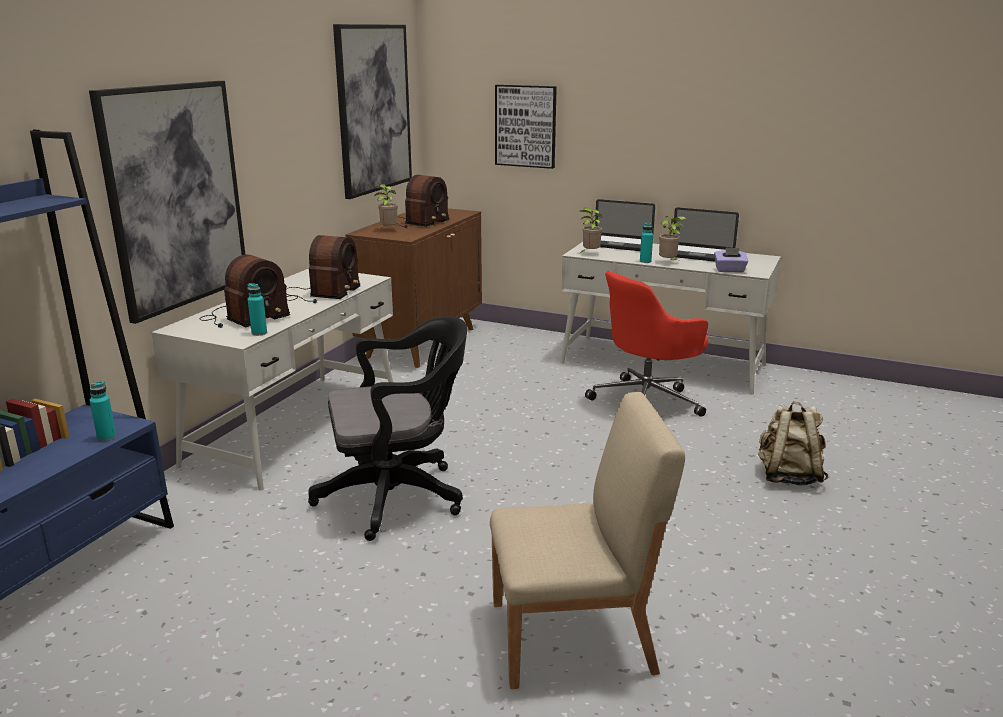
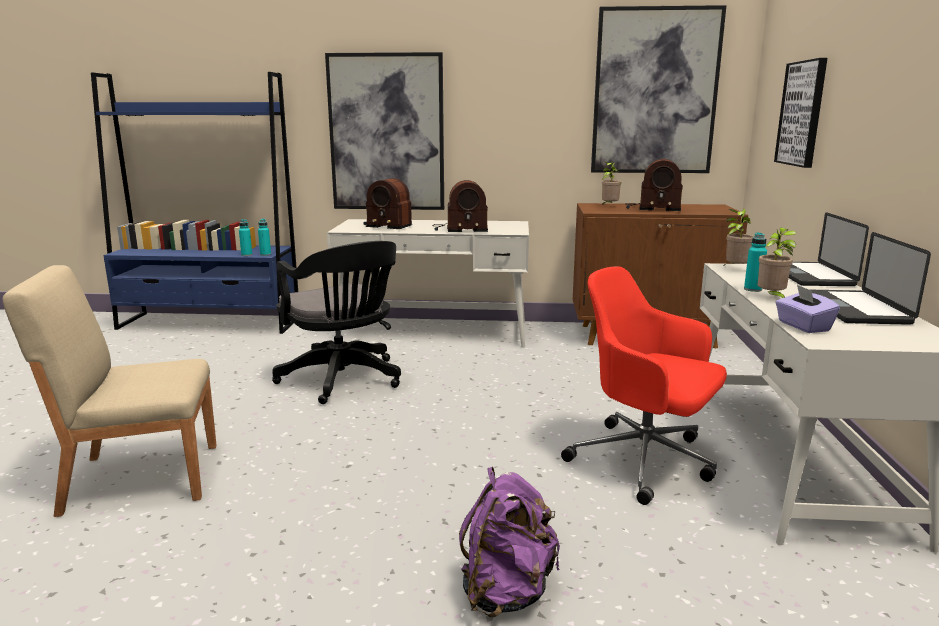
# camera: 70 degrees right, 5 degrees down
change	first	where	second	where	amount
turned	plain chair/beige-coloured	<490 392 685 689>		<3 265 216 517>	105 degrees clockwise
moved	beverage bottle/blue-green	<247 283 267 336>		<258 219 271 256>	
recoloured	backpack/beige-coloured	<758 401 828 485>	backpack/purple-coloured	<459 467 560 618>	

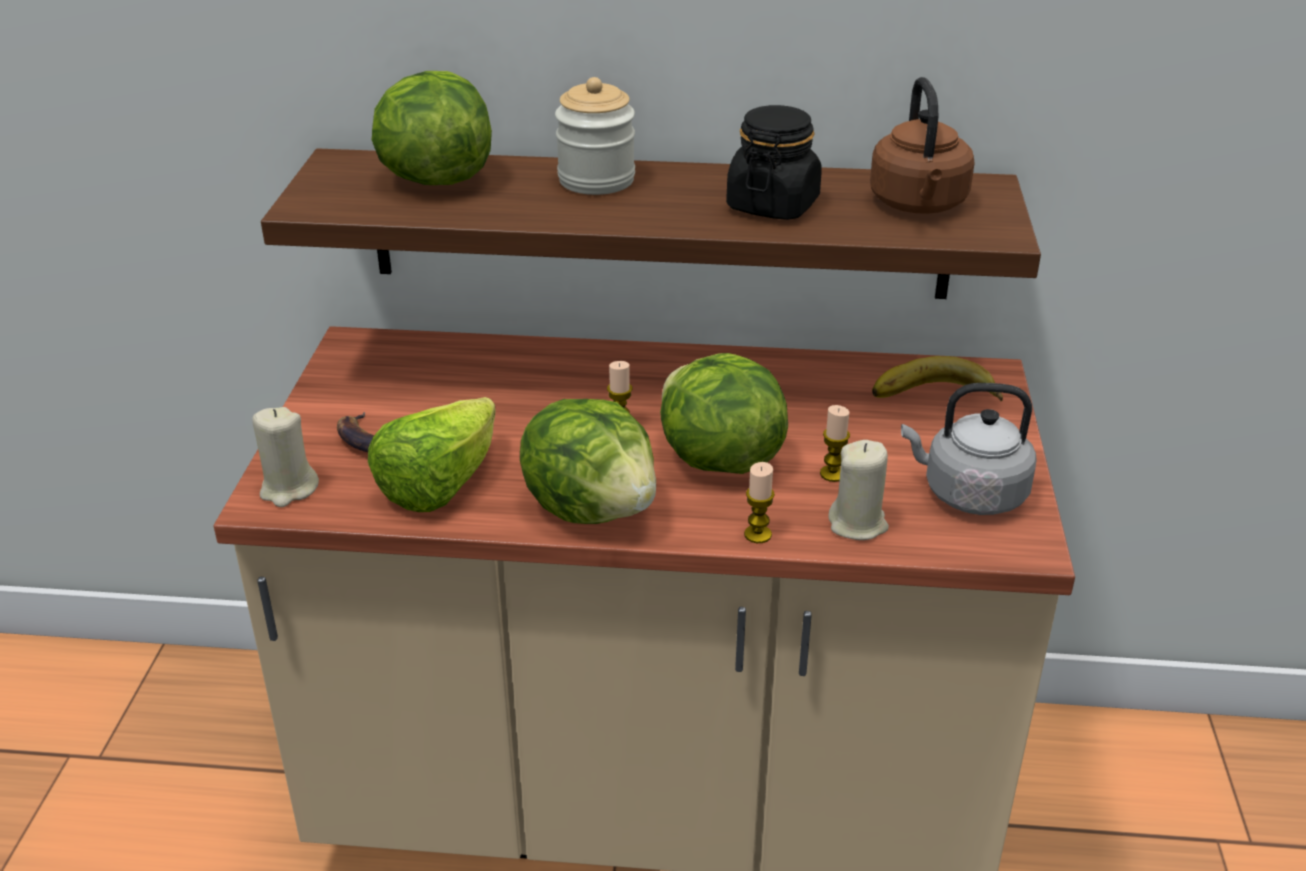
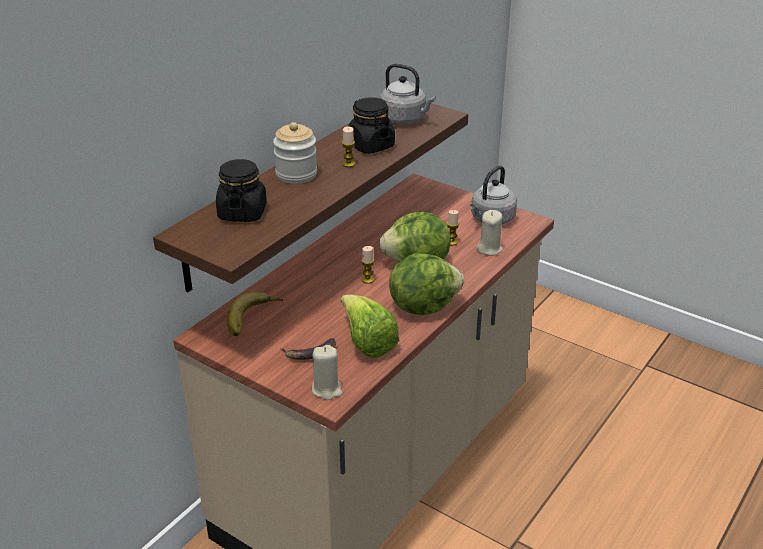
# camera: 60 degrees left, 0 degrees up
change	first	where	second	where	amount
replaced	lettuce	<372 71 492 185>	jar/black-coloured	<216 159 267 222>	
moved	banana fruit	<872 356 1003 402>		<227 291 283 337>	
moved	wax light	<744 462 775 543>		<342 126 355 167>	
recoloured	tea kettle/brown-coloured	<870 77 975 214>	tea kettle/greyish	<380 64 436 124>	

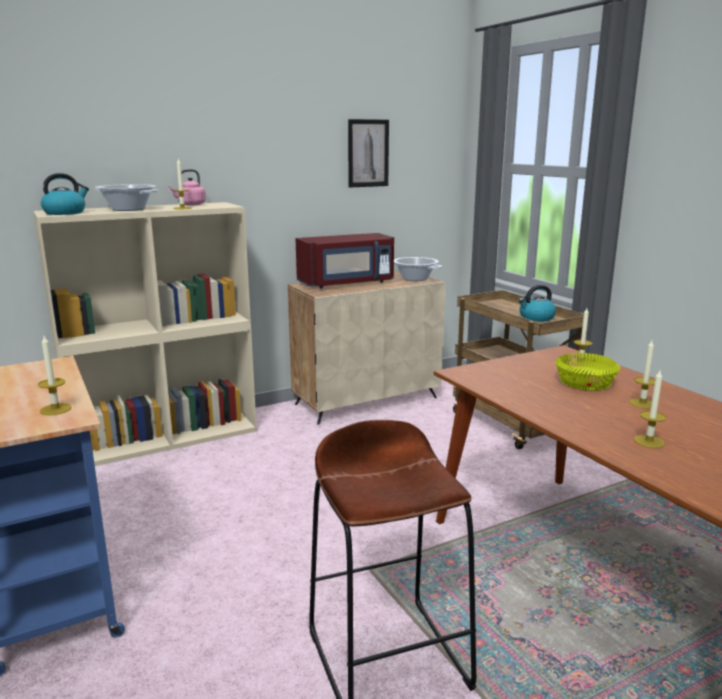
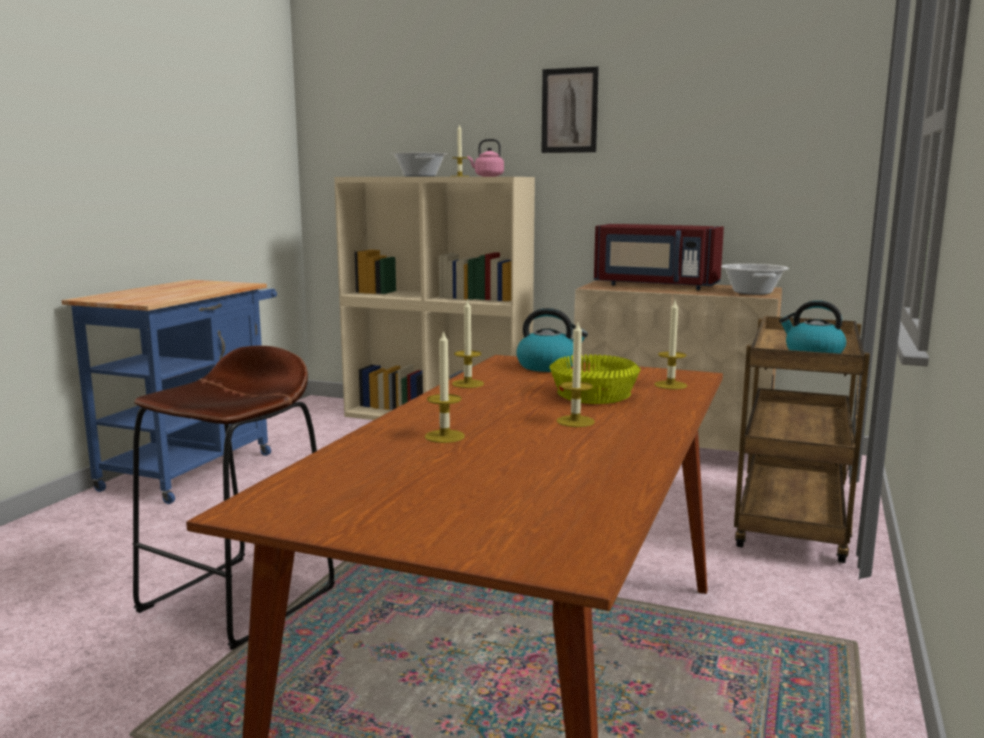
# camera: 50 degrees right, 5 degrees down
change	first	where	second	where	amount
moved	wax light	<38 336 72 415>		<452 298 484 388>	
moved	tea kettle	<41 173 89 215>		<516 308 588 372>	
moved	picture	<348 119 389 188>		<541 67 599 153>	

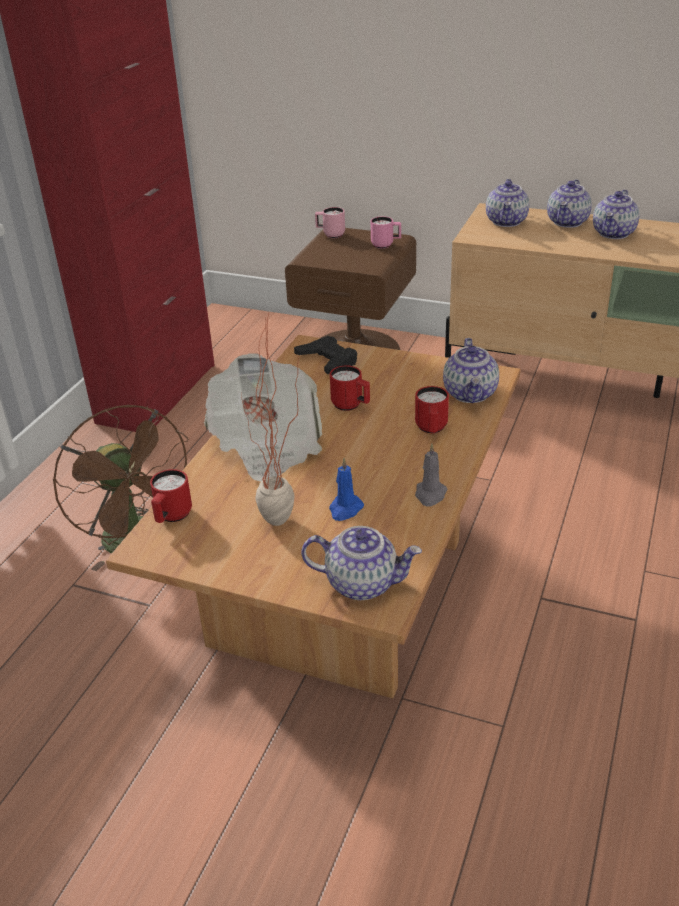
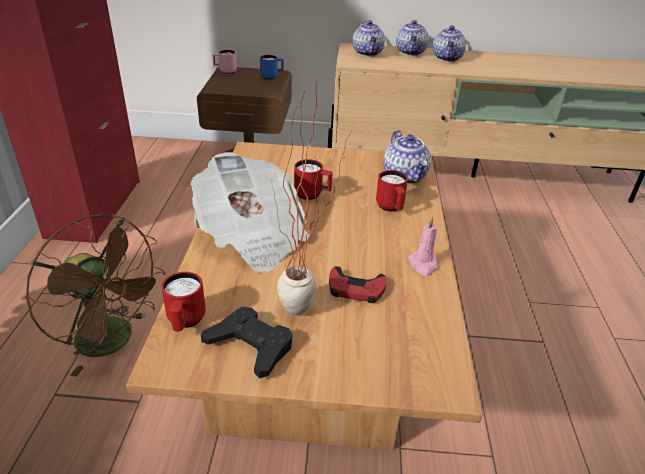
# camera: 20 degrees left, 0 degrees up
change	first	where	second	where	amount
moved	gamepad/black-coloured	<294 336 357 374>		<201 306 293 378>	
recoloured	coffee mug/pink	<371 216 401 249>	coffee mug/bluish	<260 55 284 80>	
replaced	wax light/bluish	<329 458 364 521>	gamepad/reddish	<329 266 387 303>	
recoloured	wax light/greyish	<415 444 448 506>	wax light/pink	<408 217 438 276>	
removed	pot for tea	<301 526 422 600>			

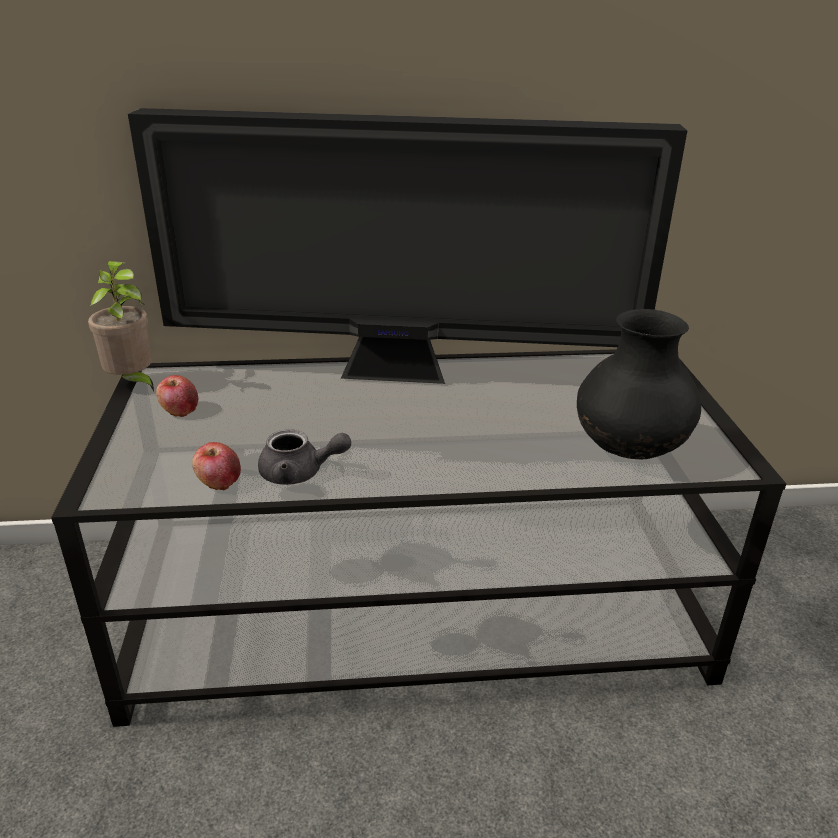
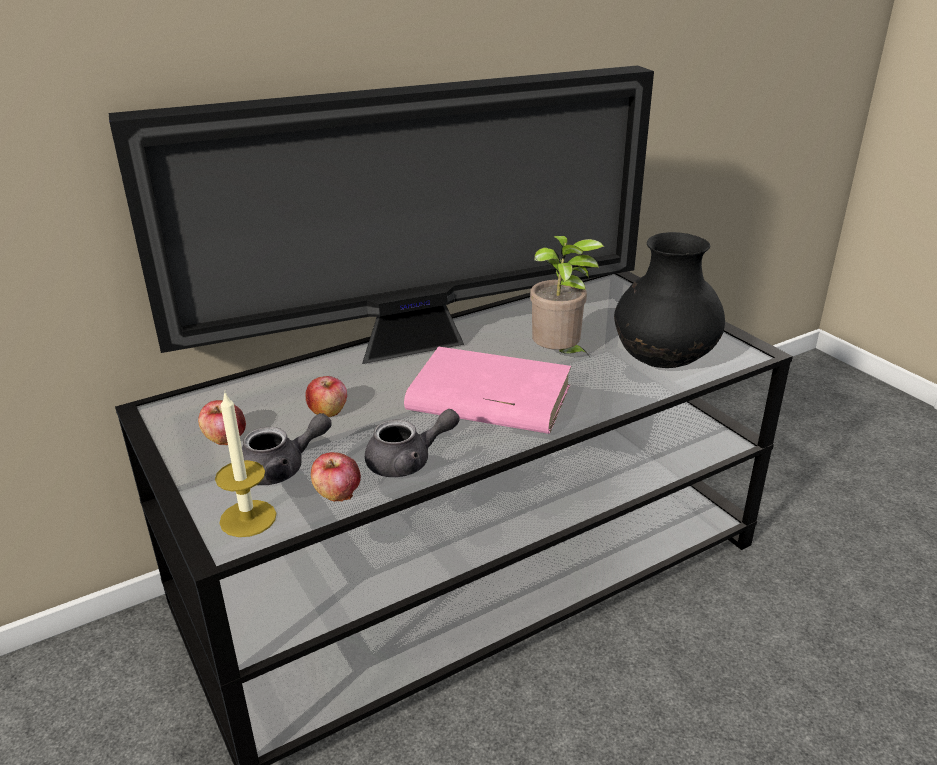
# camera: 25 degrees left, 0 degrees up
change	first	where	second	where	amount
added			wax light	<215 393 276 537>	
added			pot for tea/greyish	<242 413 332 485>	
added			apple	<305 376 347 417>	
added			book/pink	<404 346 572 434>	
moved	houseplant	<88 261 154 391>		<530 236 604 357>	

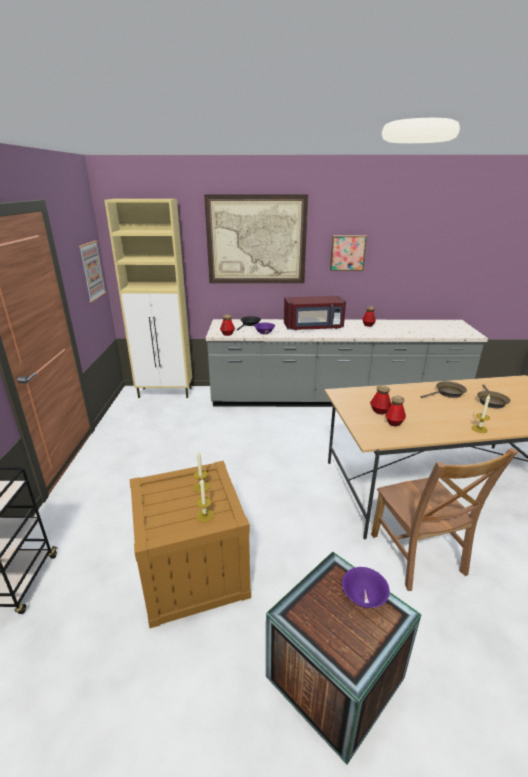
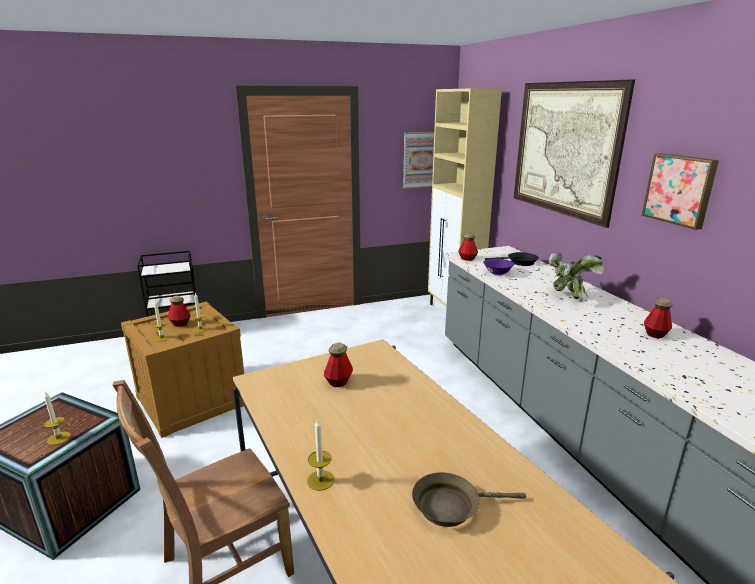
# camera: 70 degrees right, 5 degrees down
change	first	where	second	where	amount
replaced	bowl/purple-coloured	<342 567 390 608>	wax light	<44 392 71 445>	
moved	beverage bottle	<385 395 406 426>		<167 296 191 327>	
replaced	microwave oven/reddish	<284 296 346 330>	houseplant	<548 252 604 301>	
removed	skillet/brown-coloured	<421 381 467 398>			

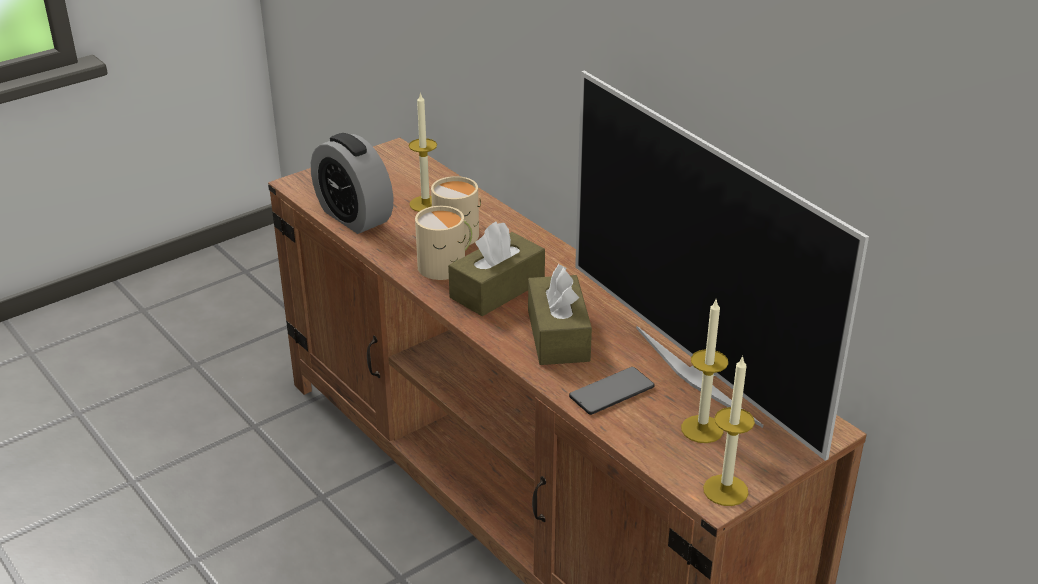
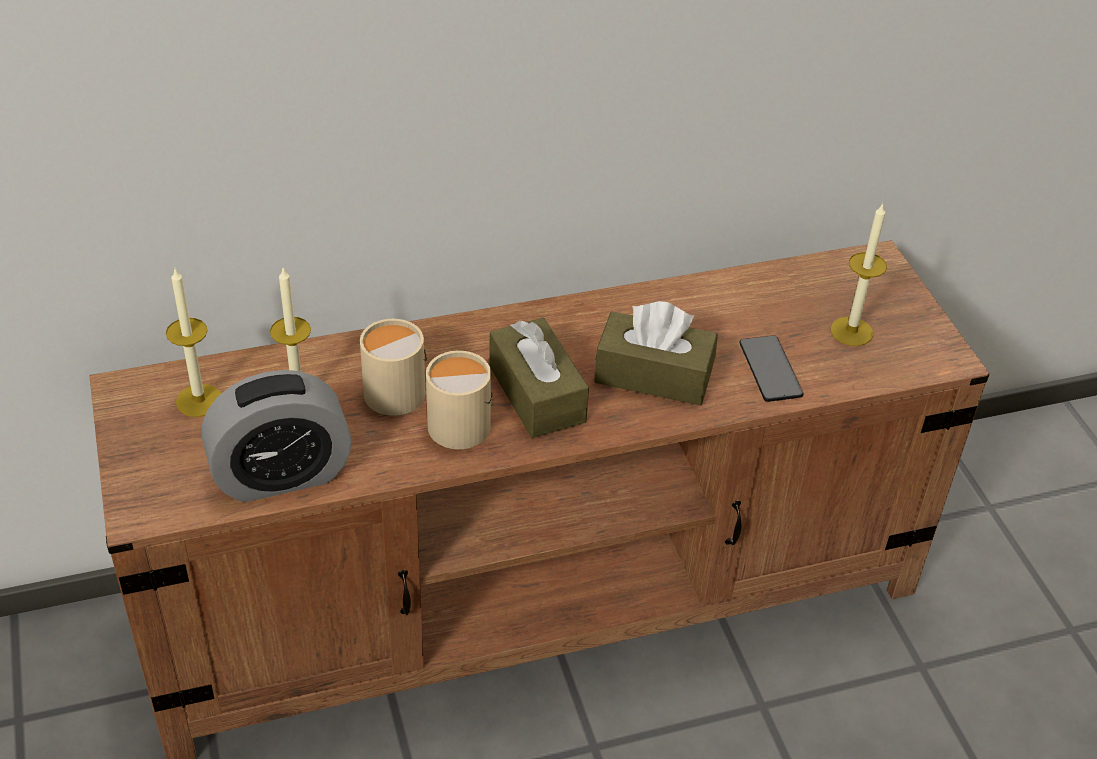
# camera: 70 degrees left, 10 degrees up
change	first	where	second	where	amount
moved	wax light	<703 355 755 506>		<166 269 221 417>	
removed	TV	<575 71 869 461>			

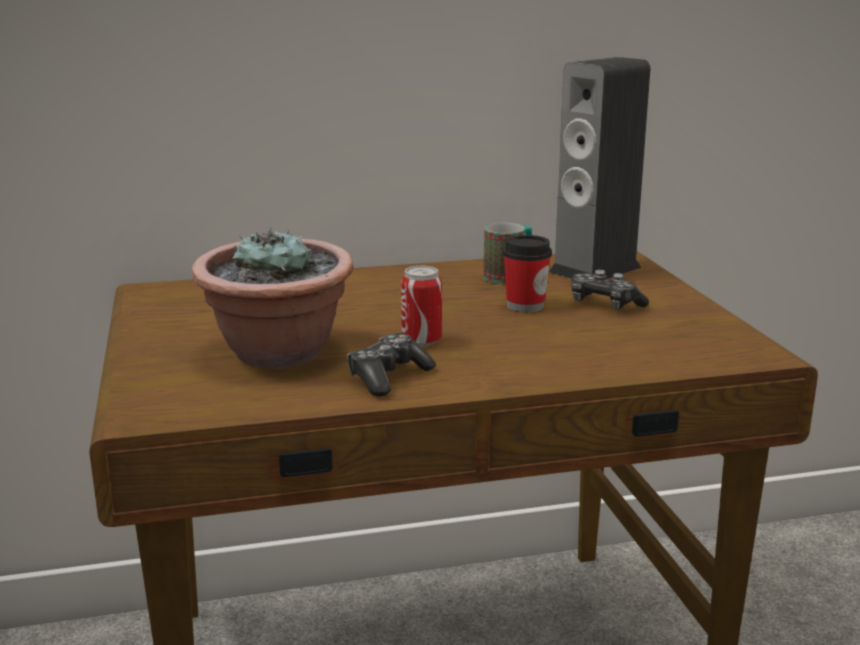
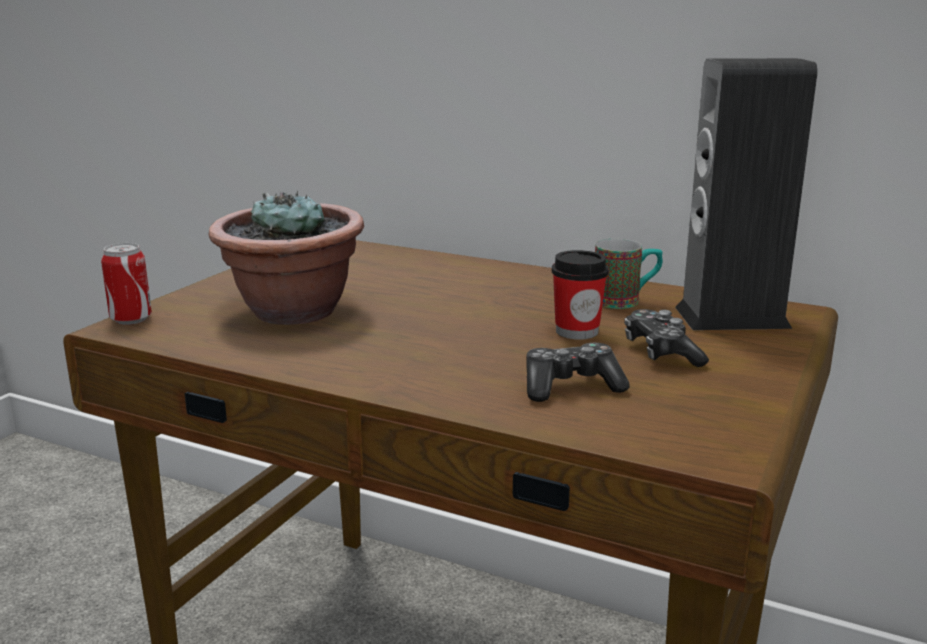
# camera: 40 degrees right, 0 degrees up
change	first	where	second	where	amount
moved	metal can	<401 266 442 347>		<101 243 152 325>	
moved	gamepad	<347 333 436 396>		<526 343 630 402>	

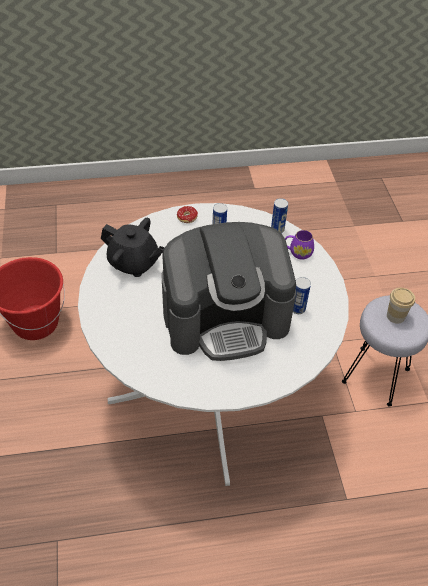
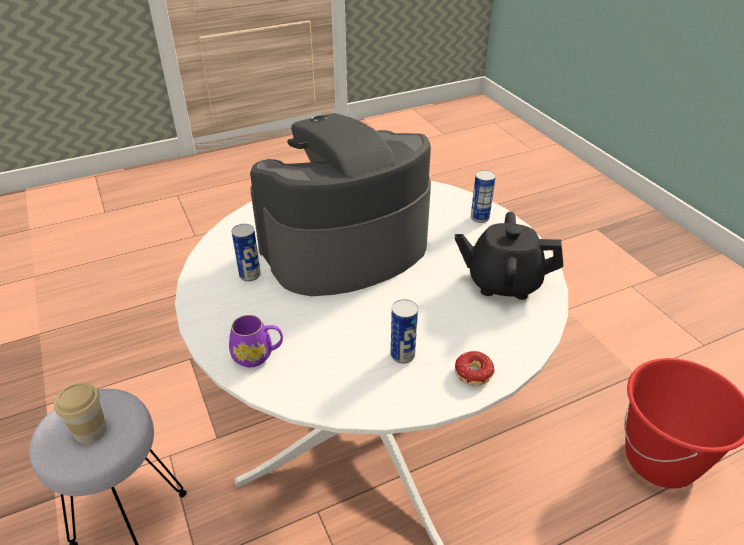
# camera: 165 degrees right, 10 degrees down
change	first	where	second	where	amount
moved	metal can	<271 198 288 233>		<471 170 496 223>	

